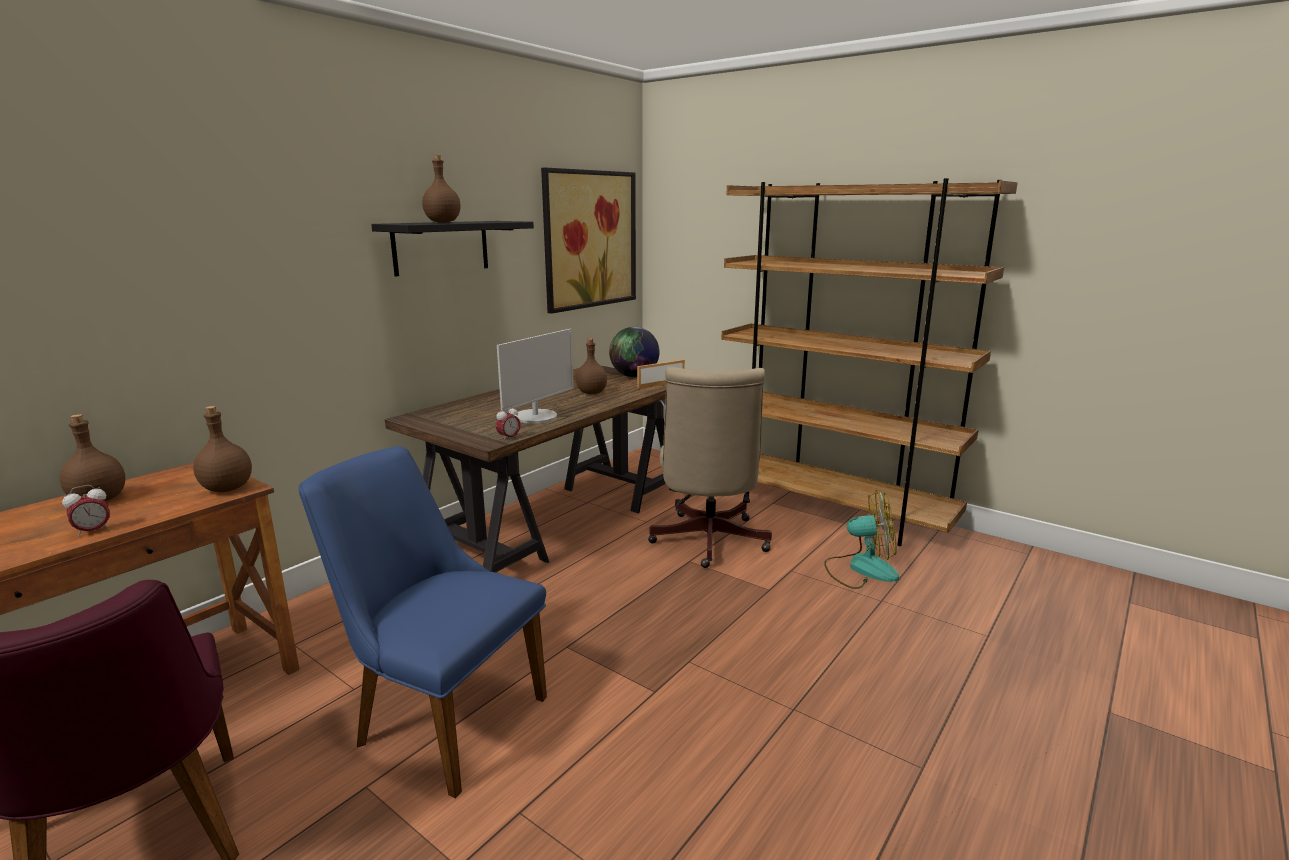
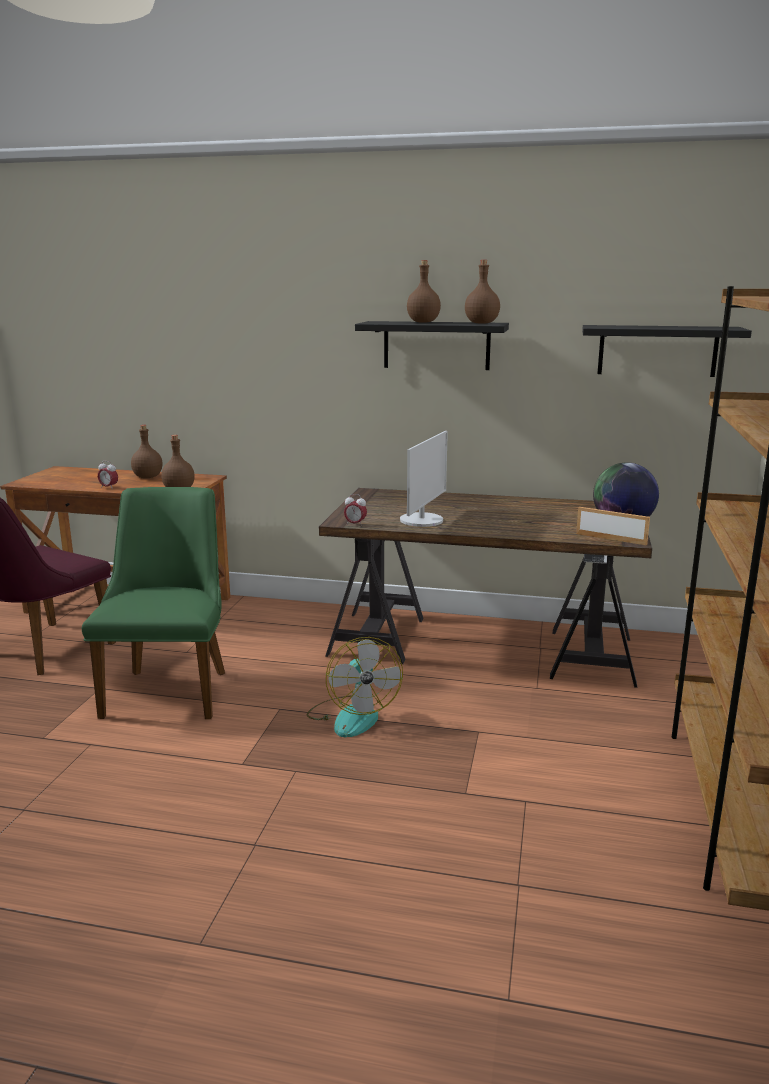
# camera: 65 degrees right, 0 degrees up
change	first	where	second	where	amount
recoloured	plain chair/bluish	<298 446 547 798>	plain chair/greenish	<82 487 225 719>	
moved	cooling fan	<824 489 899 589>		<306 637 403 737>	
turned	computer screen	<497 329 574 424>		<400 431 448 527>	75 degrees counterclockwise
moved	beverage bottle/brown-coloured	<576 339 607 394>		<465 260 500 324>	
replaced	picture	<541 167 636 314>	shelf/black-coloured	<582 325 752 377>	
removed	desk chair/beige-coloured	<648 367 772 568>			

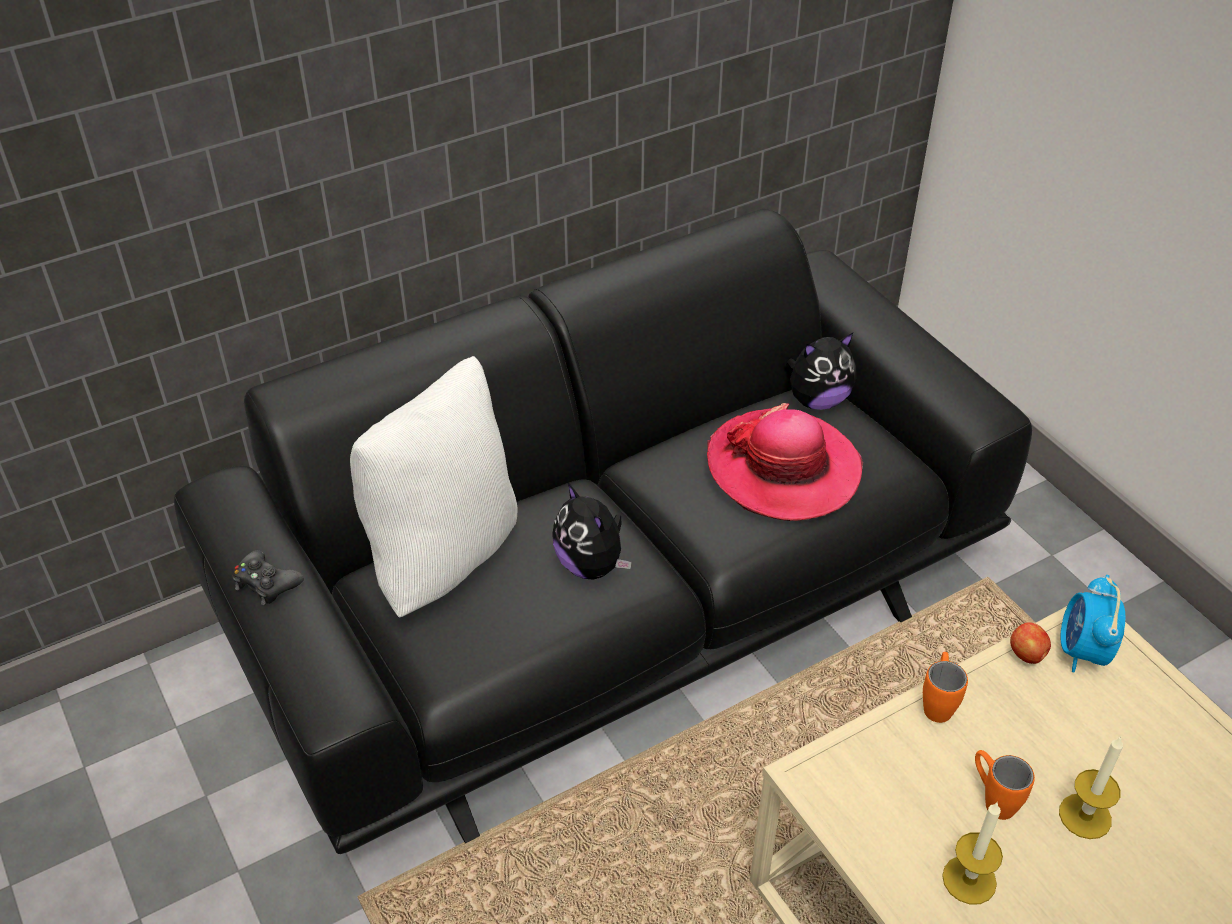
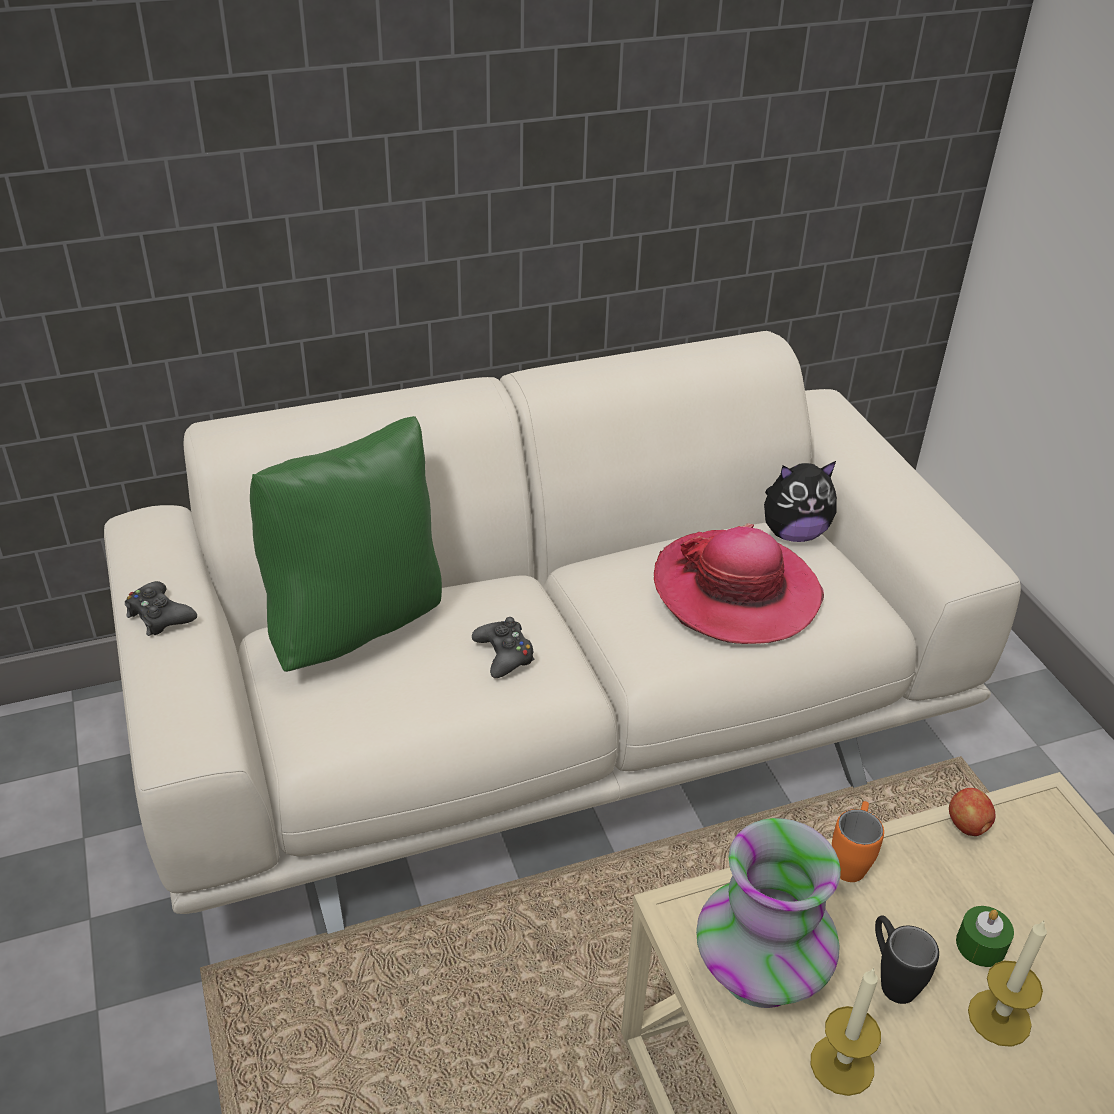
# camera: 10 degrees right, 5 degrees down
change	first	where	second	where	amount
recoloured	couch/black-coloured	<174 209 1032 854>	couch/beige-coloured	<104 331 1021 934>	
recoloured	throw pillow/whitish	<350 356 517 617>	throw pillow/greenish	<250 416 442 672>	
replaced	plush toy	<552 483 632 580>	gamepad/black-coloured	<472 617 535 678>	
added			flower vase	<696 818 841 1008>	
recoloured	coffee mug/orangey	<975 750 1035 820>	coffee mug/black-coloured	<875 916 939 1004>	
added			wax light/greenish	<956 906 1014 967>	
removed	bedside clock	<1061 575 1125 672>			

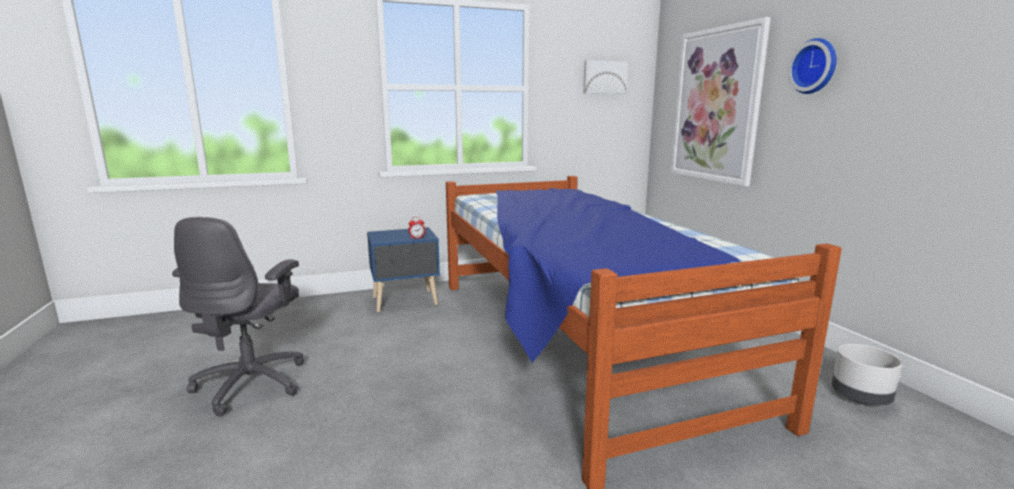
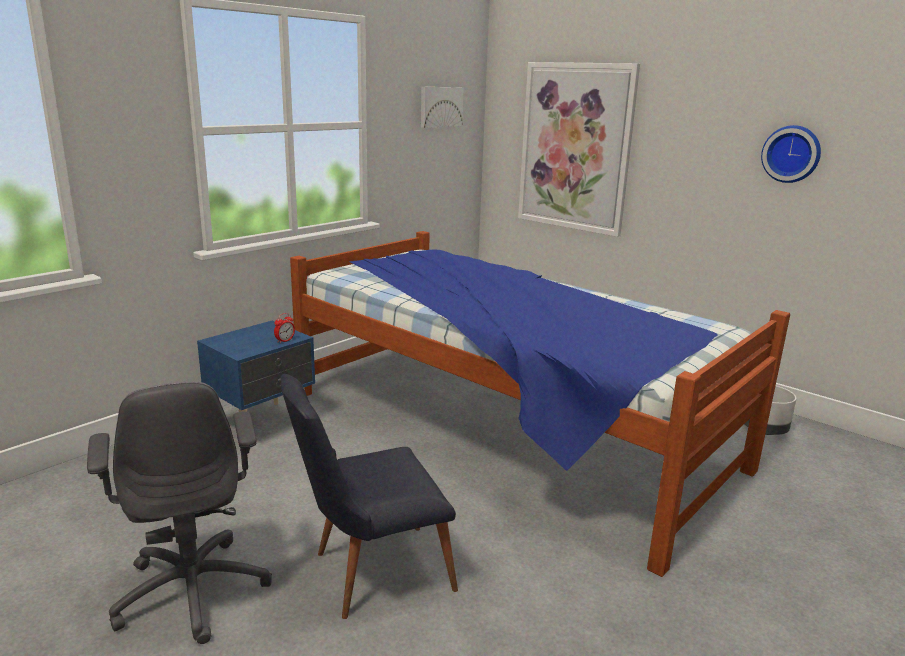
# camera: 30 degrees left, 5 degrees up
change	first	where	second	where	amount
added			plain chair/black-coloured	<281 374 458 619>	
moved	clock on the wall	<788 38 837 94>		<761 125 821 183>	

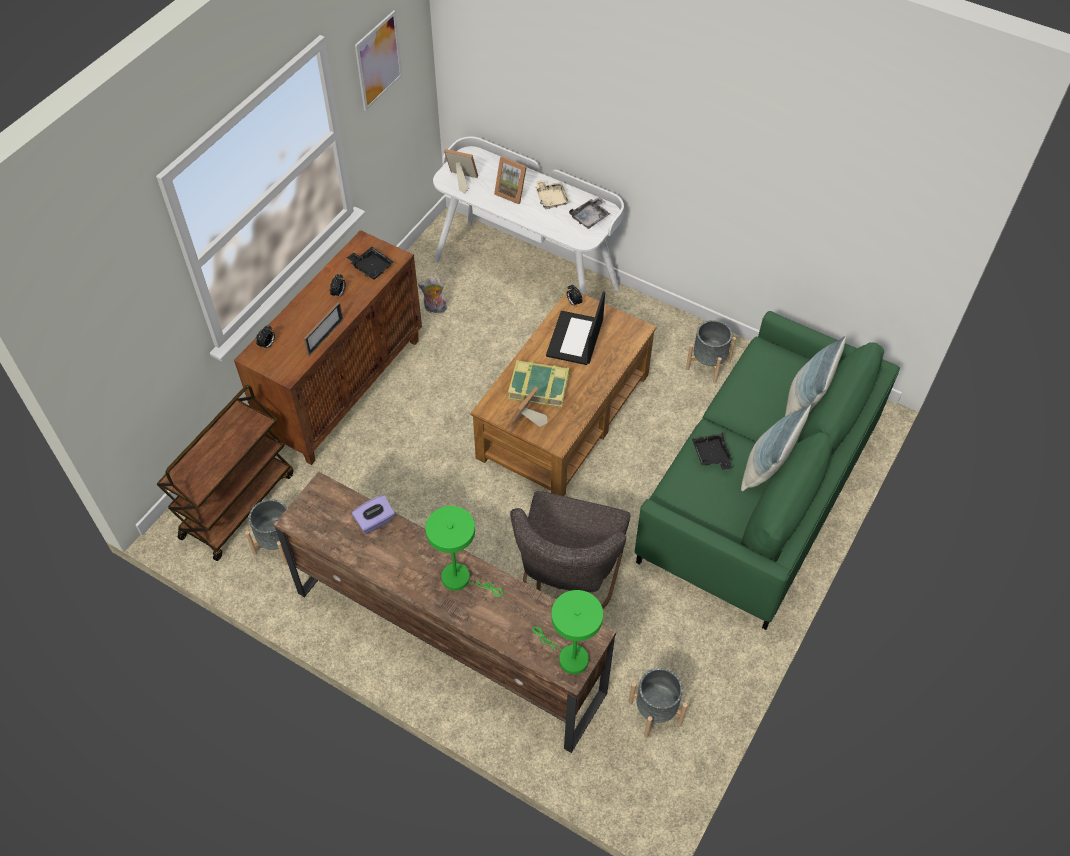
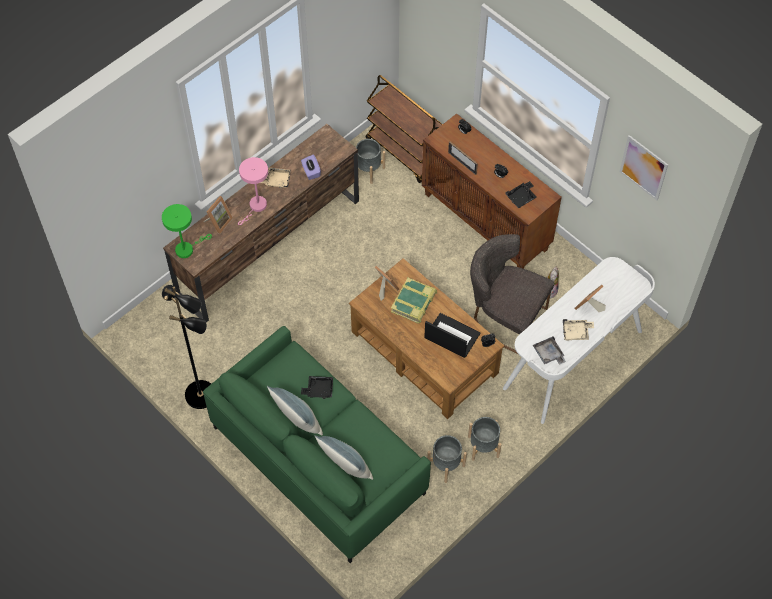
# camera: 105 degrees right, 5 degrees up
change	first	where	second	where	amount
added			standing lamp/black-coloured	<162 285 211 409>	
moved	picture frame	<444 149 478 194>		<203 196 233 234>	
recoloured	lamp for a table/greenish	<426 506 503 597>	lamp for a table/pink	<238 157 268 225>	
added			serving tray/beige-coloured	<261 167 291 188>	
moved	flower pot/greyish	<628 668 688 738>		<468 417 501 461>	
moved	plain chair/greyish	<510 491 631 609>		<470 234 554 355>	

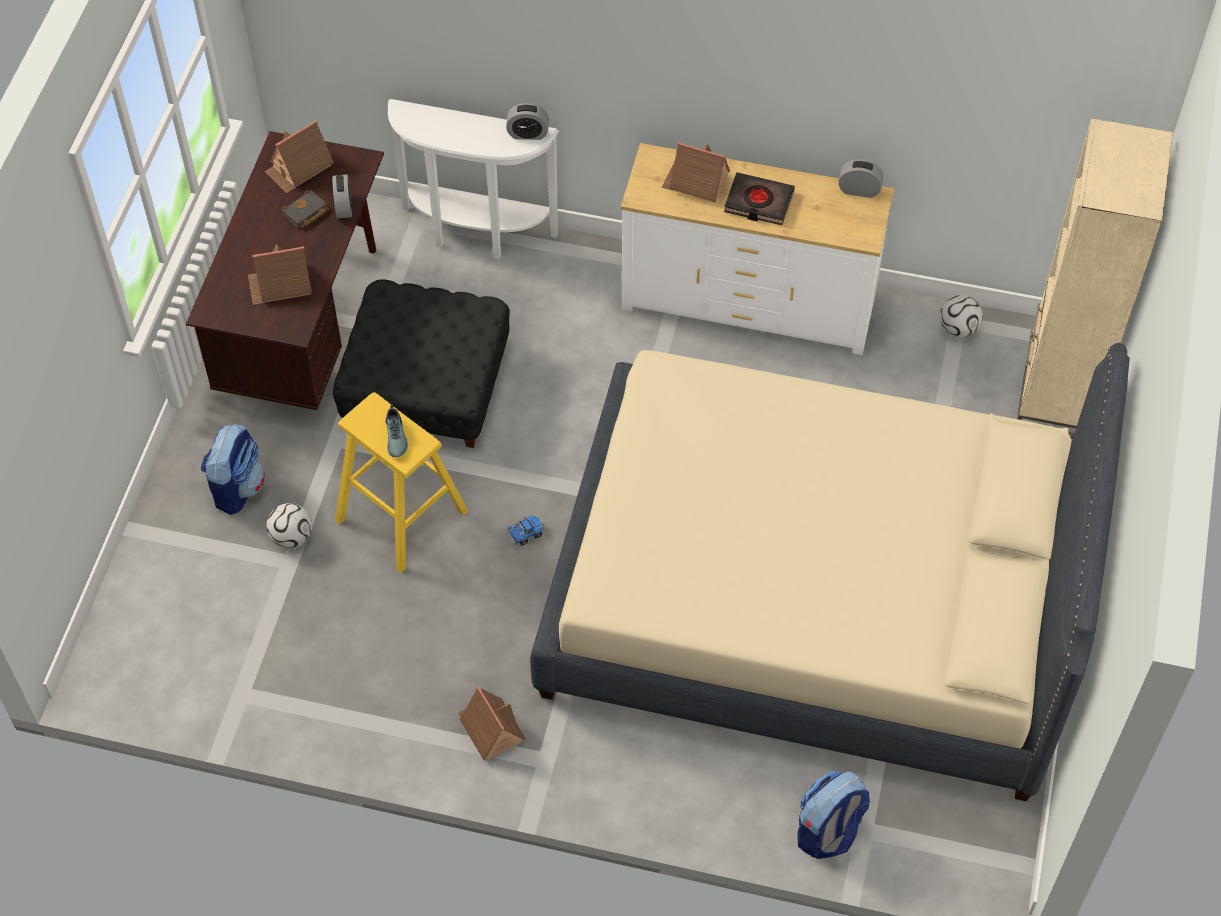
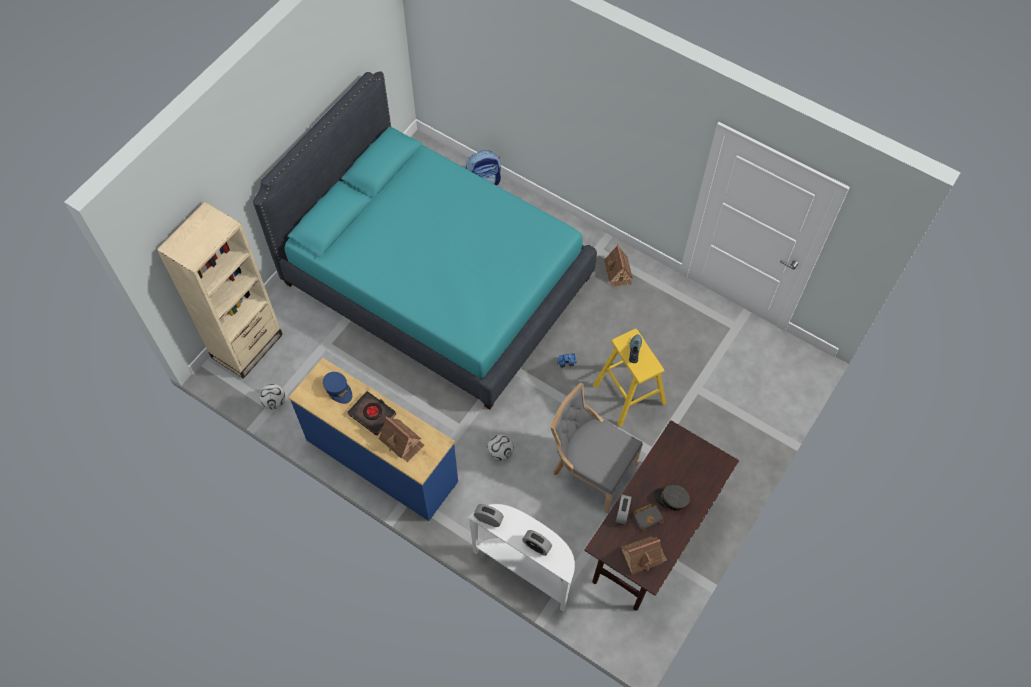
# camera: 160 degrees left, 5 degrees up
change	first	where	second	where	amount
recoloured	bedroom bed/beige-coloured	<530 343 1130 801>	bedroom bed/blue-green	<253 71 597 410>	
recoloured	chest of drawers/whitish	<621 143 894 355>	chest of drawers/bluish	<288 358 458 521>	
added			peaked cap/bluish	<323 372 352 404>	
moved	football	<266 503 312 548>		<487 434 514 461>	
moved	bedside clock	<839 159 883 198>		<522 530 552 556>	
replaced	footrest/black-coloured	<333 279 510 448>	plain chair/greyish	<550 383 643 513>	
added			peaked cap/greyish	<653 485 690 511>	
removed	backpack	<201 424 265 515>			
removed	miniature house	<248 244 312 305>			

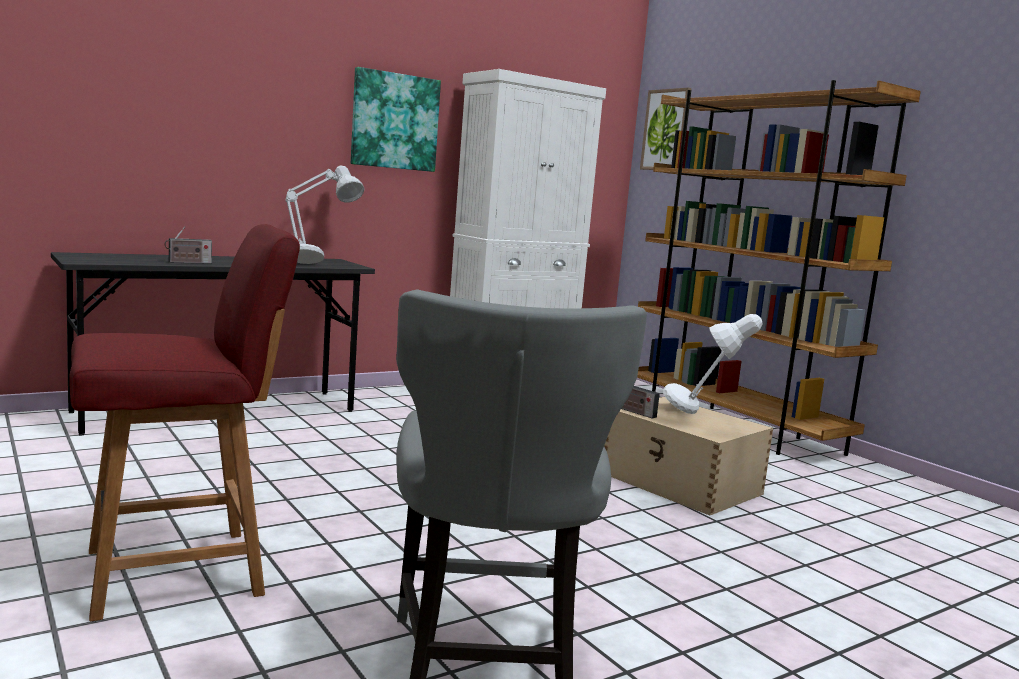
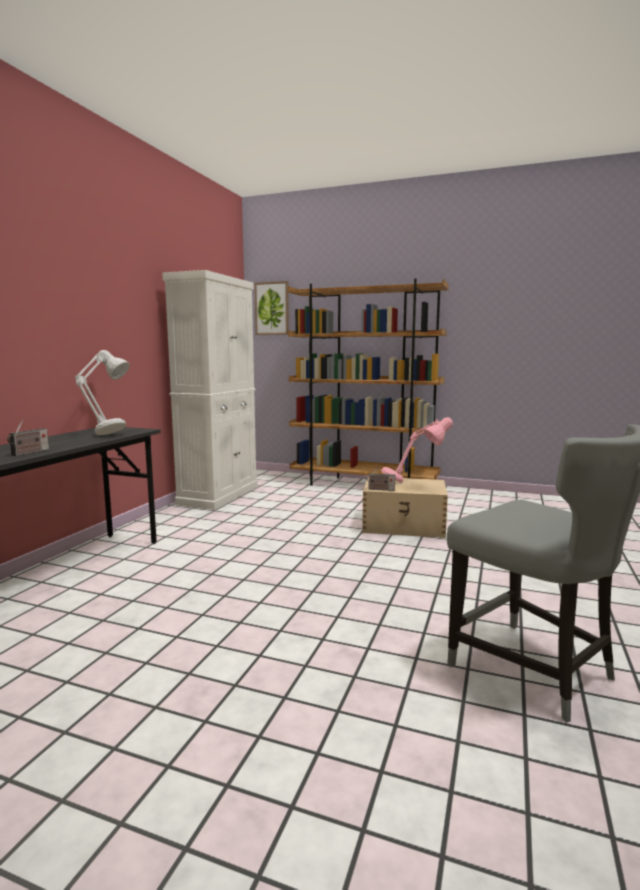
# camera: 35 degrees left, 0 degrees up
change	first	where	second	where	amount
recoloured	lamp for a table/whitish	<663 314 763 414>	lamp for a table/pink	<381 417 453 483>	
removed	plain chair/reddish	<69 224 300 621>			
removed	picture	<351 67 441 172>			

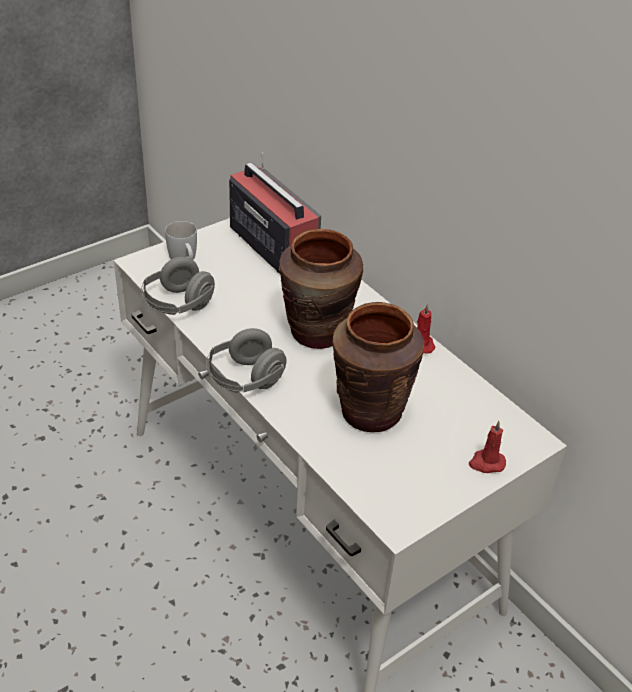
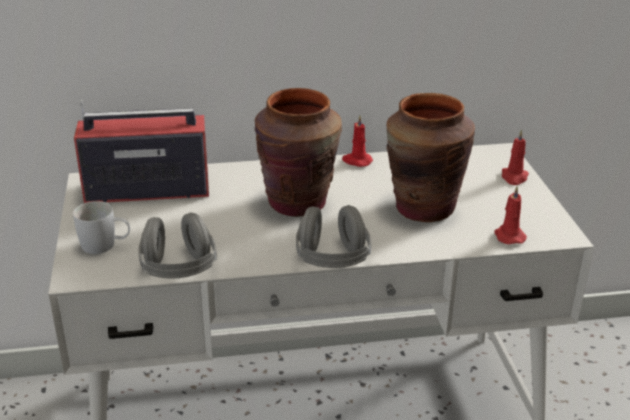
# camera: 60 degrees left, 10 degrees down
change	first	where	second	where	amount
added			wax light/reddish	<494 186 527 245>	

